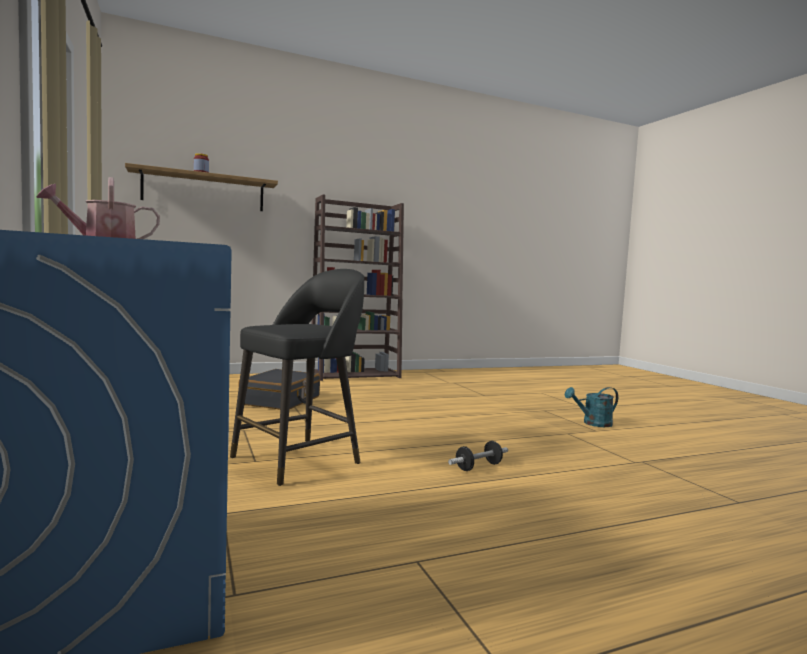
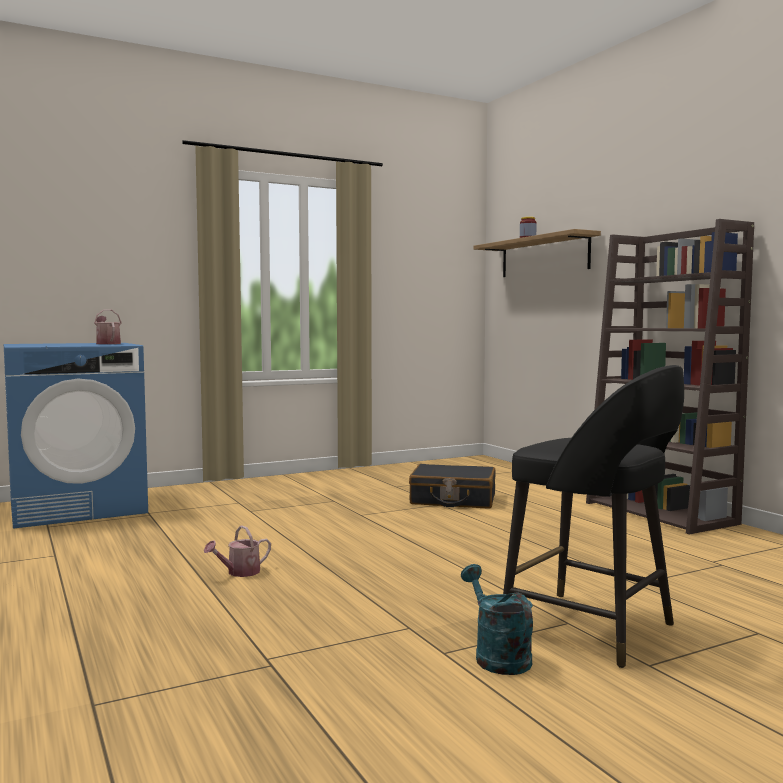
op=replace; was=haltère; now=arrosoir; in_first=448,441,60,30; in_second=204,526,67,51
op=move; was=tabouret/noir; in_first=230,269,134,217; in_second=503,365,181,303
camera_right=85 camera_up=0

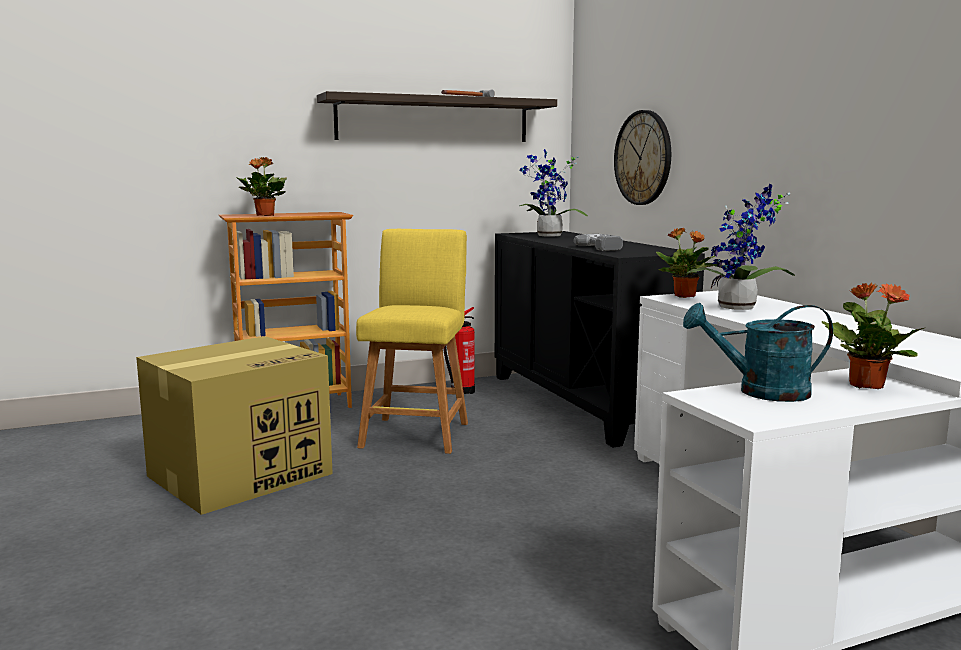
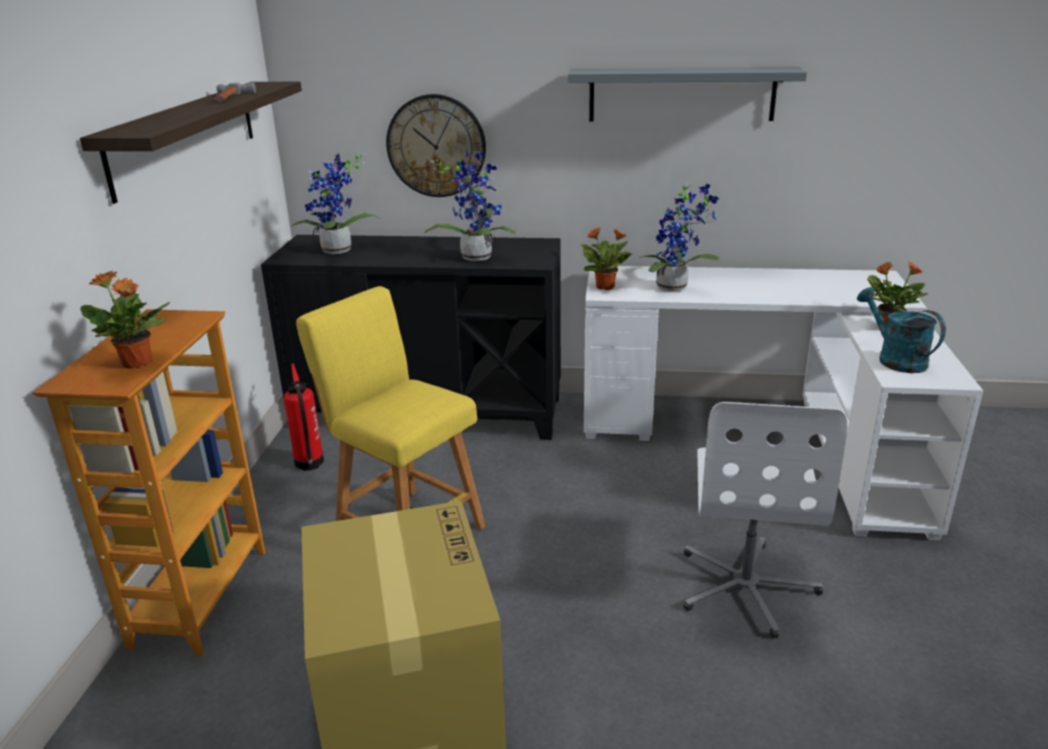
op=replace; was=perceuse; now=plante en pot; in_first=574,234,49,17; in_second=424,147,92,114
op=insert; now=étagère/gris; in_second=568,67,239,54
op=insert; now=chaise de bureau/blanc; in_second=684,402,163,236
op=rotate; was=arrosoir/turquoise; in_first=683,303,150,99; in_second=857,287,89,86; clockwise=120
camera_right=-60 camera_up=15

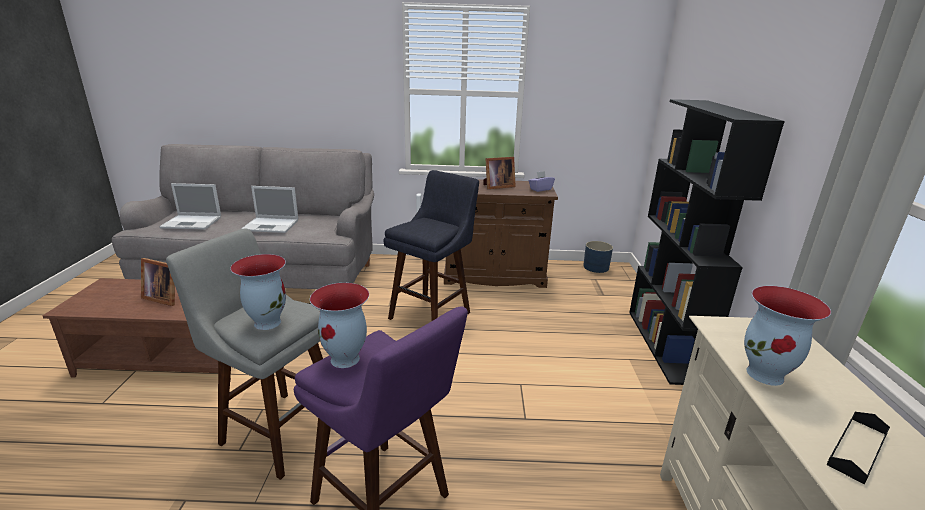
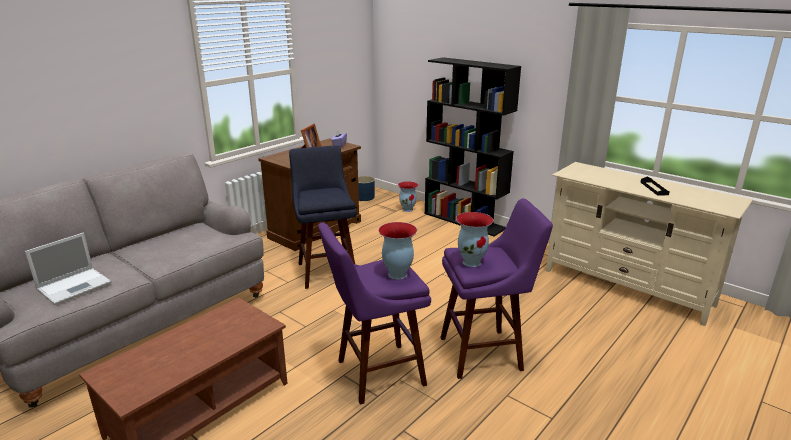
op=recolor; was=tabouret/gris; now=tabouret/violet; in_first=166,228,157,252; in_second=318,222,113,183
op=move; was=vase; in_first=744,286,87,100; in_second=398,181,20,31
op=delete; was=cadre photo; in_first=141,258,34,48
op=delete; was=ordinateur portable; in_first=241,186,57,47
camera_right=-50 camera_up=0

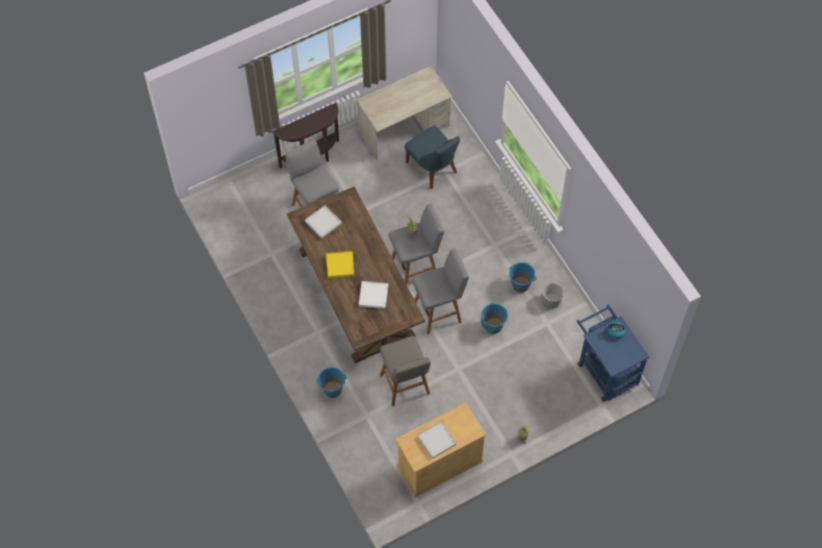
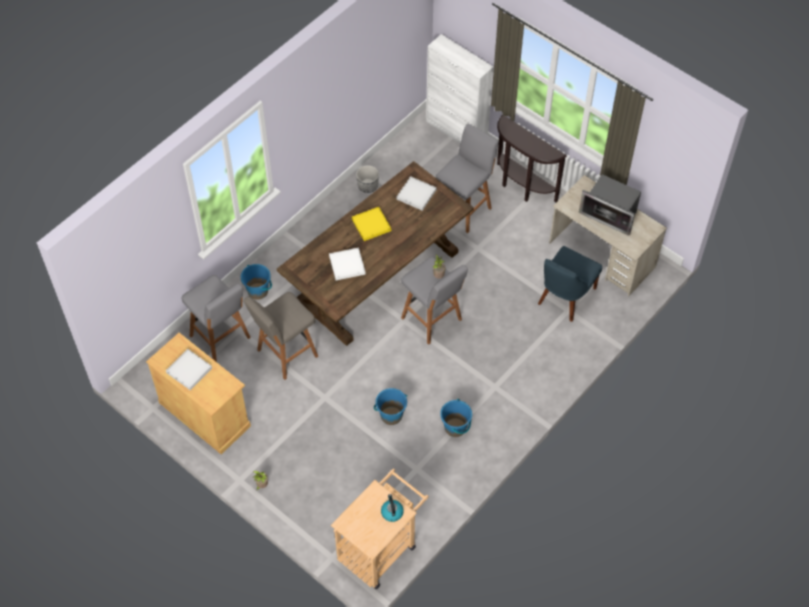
op=move; was=tabouret/gris; in_first=412,248,57,86; in_second=181,275,70,87
op=recolor; was=chariot/bleu; now=chariot/beige; in_first=577,304,73,98; in_second=331,468,98,121
op=move; was=cache-pot; in_first=542,283,22,25; in_second=356,165,23,28
op=insert; now=meuble de rangement/blanc; in_second=426,34,67,109
op=insert; now=micro-ondes; in_second=579,174,62,62
camera_right=70 camera_up=-5

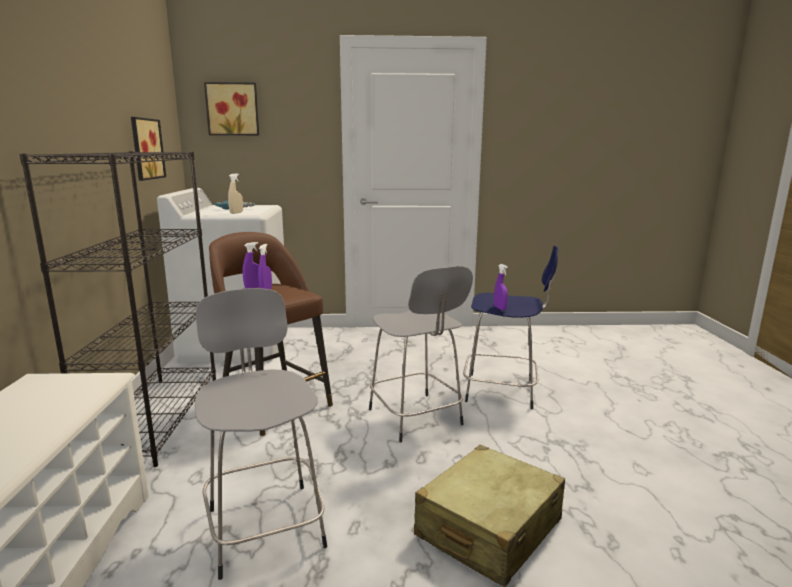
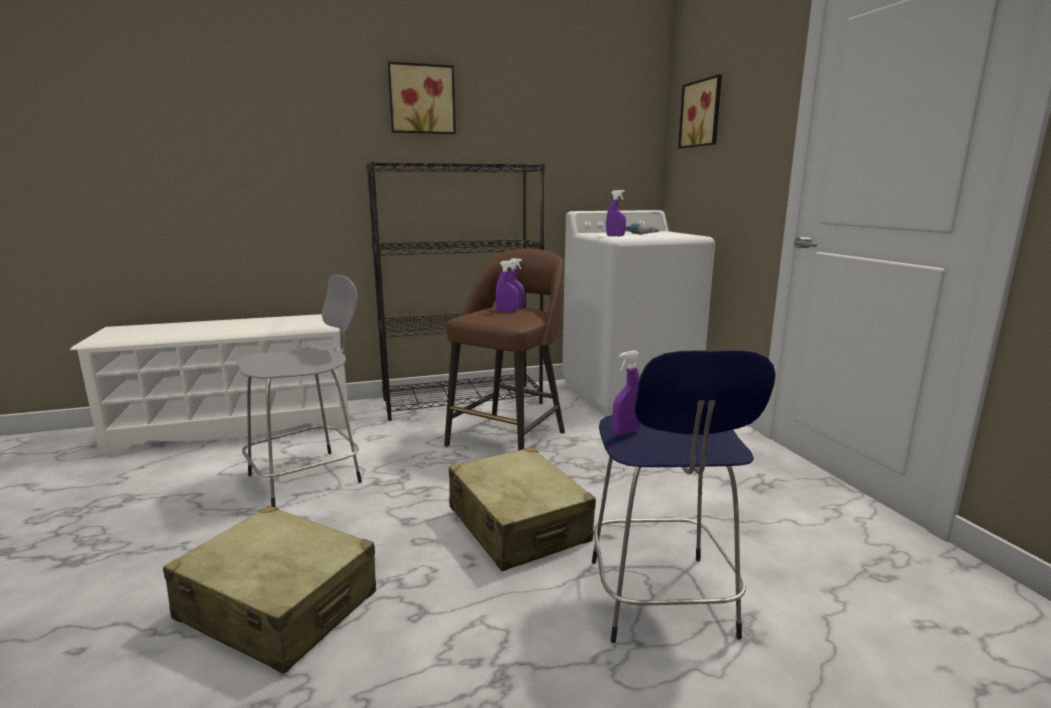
op=move; was=tableau; in_first=131,117,35,64; in_second=388,61,68,73
op=replace; was=tabouret/gris; now=valise/beige; in_first=369,266,104,176; in_second=449,447,147,124
op=recolor; was=vaporisateur/beige; now=vaporisateur/violet; in_first=228,173,15,41; in_second=606,190,20,46
camera_right=75 camera_up=0

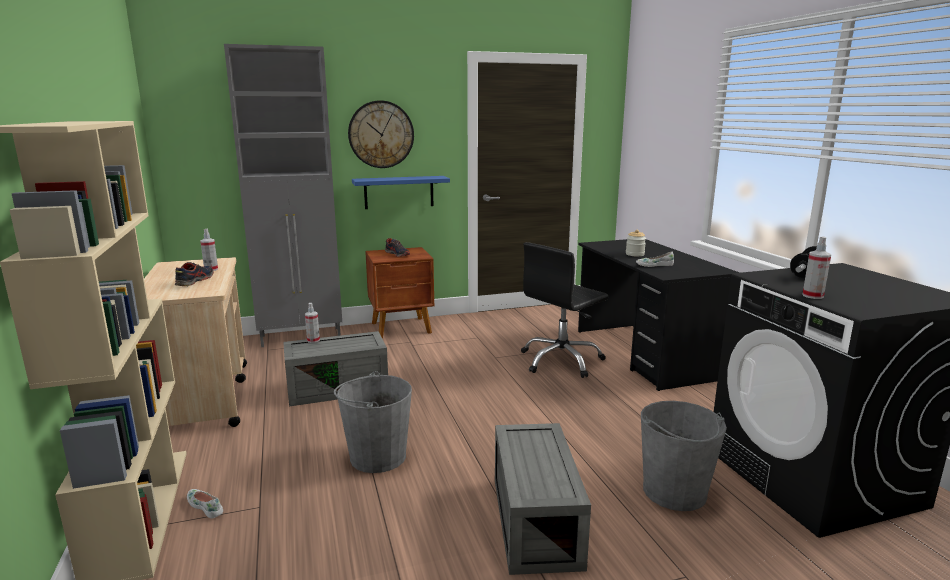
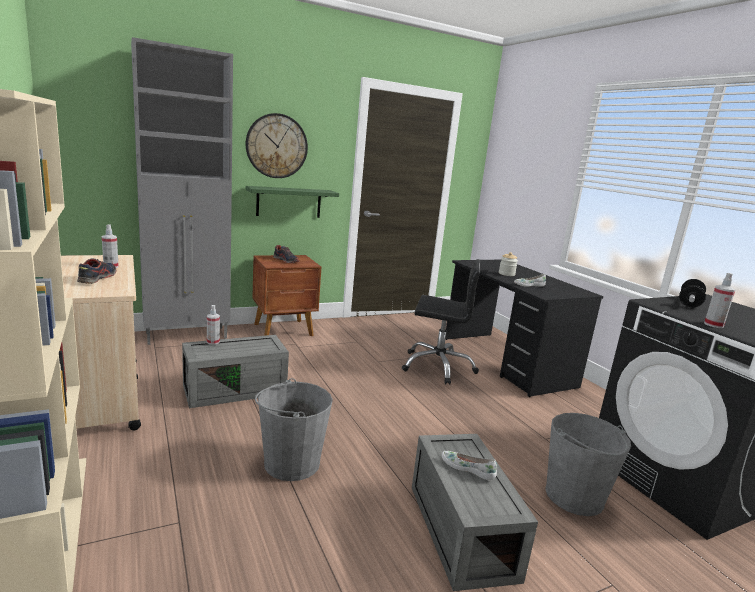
op=recolor; was=étagère/bleu; now=étagère/vert; in_first=352,176,98,33; in_second=246,186,93,32
op=rotate; was=chaise de bureau/noir; in_first=521,242,88,136; in_second=402,259,78,126; clockwise=-120
op=move; was=chaussure/blanc; in_first=187,489,36,30; in_second=442,451,55,29
camera_right=-10 camera_up=0

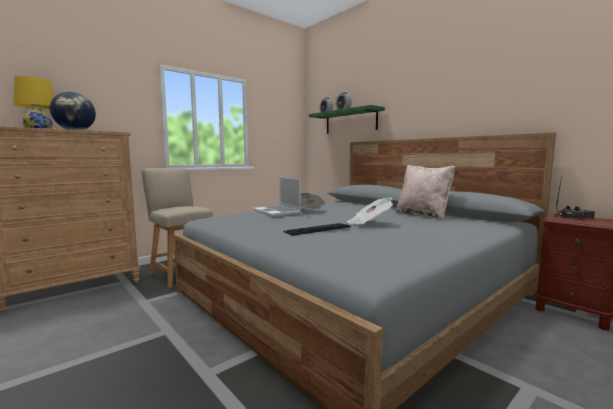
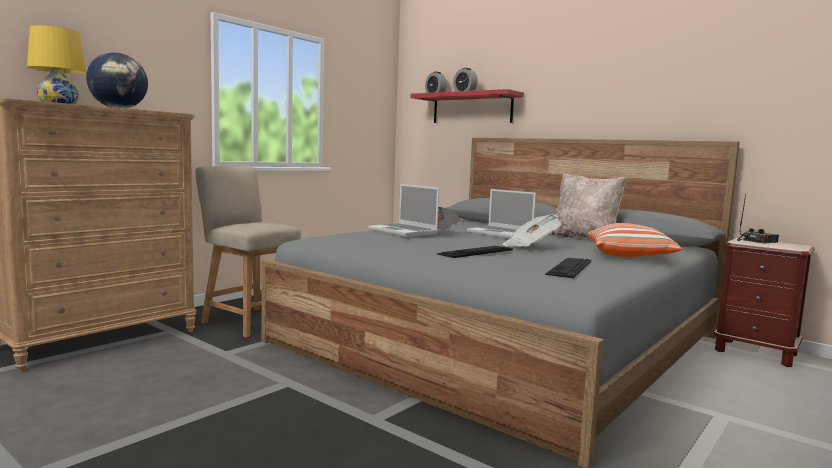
op=recolor; was=étagère/vert; now=étagère/rouge; in_first=309,105,76,29; in_second=410,89,114,34
op=insert; now=ordinateur portable; in_second=467,189,69,50
op=insert; now=clavier; in_second=545,258,46,20
op=insert; now=coussin; in_second=588,223,95,34
camera_right=-10 camera_up=0

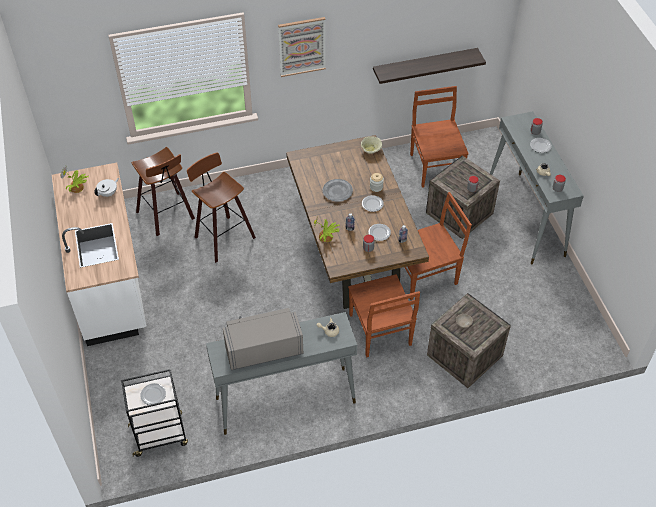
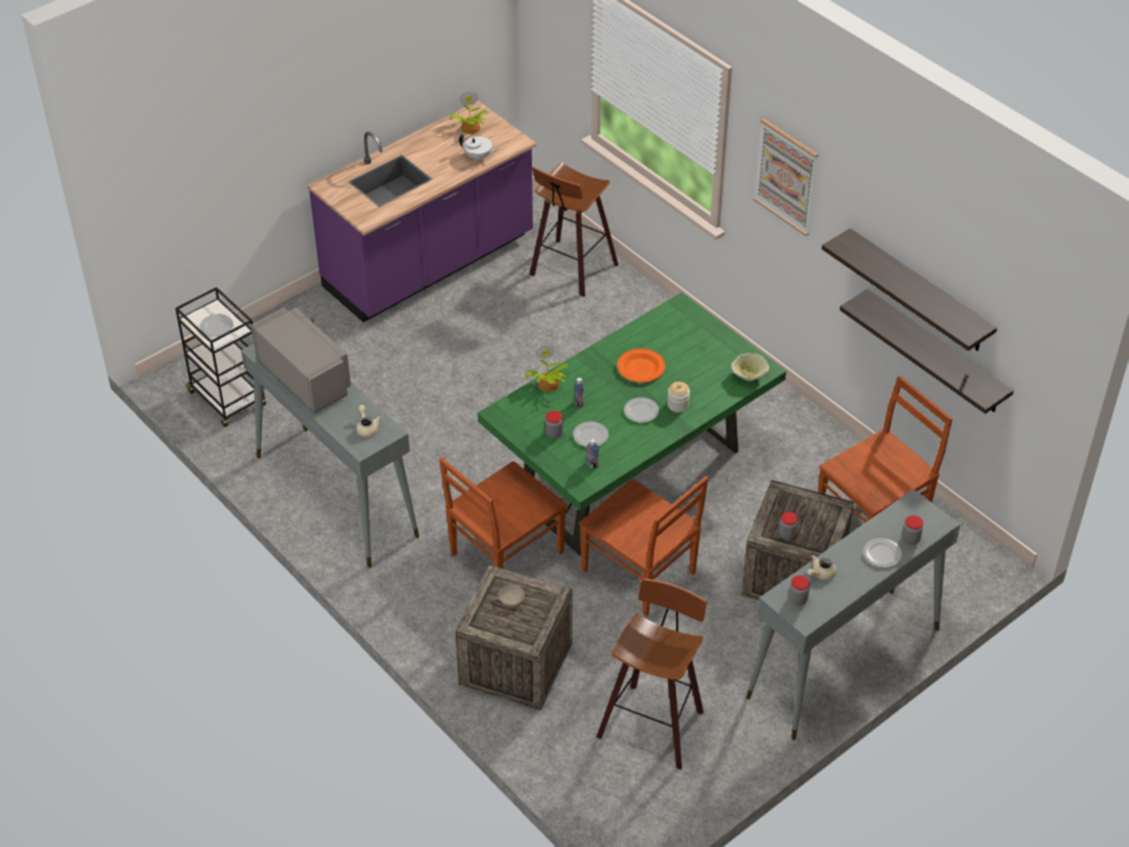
op=recolor; was=comptoir de cuisine/blanc; now=comptoir de cuisine/violet; in_first=52,163,95,183; in_second=308,101,228,222
op=recolor; was=table à manger/marron; now=table à manger/vert; in_first=286,135,143,174; in_second=477,292,309,263
op=move; was=tabouret; in_first=187,152,69,111; in_second=596,579,111,191
op=recolor; was=assiette/gris; now=assiette/orange; in_first=323,179,30,23; in_second=617,349,48,34
op=insert; now=étagère; in_second=822,228,175,123
camera_right=65 camera_up=-5

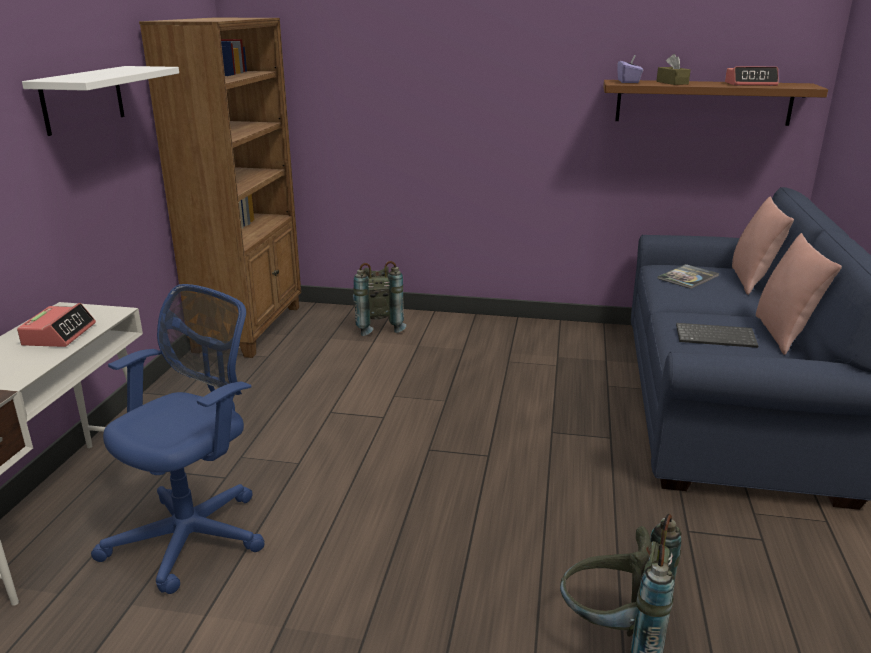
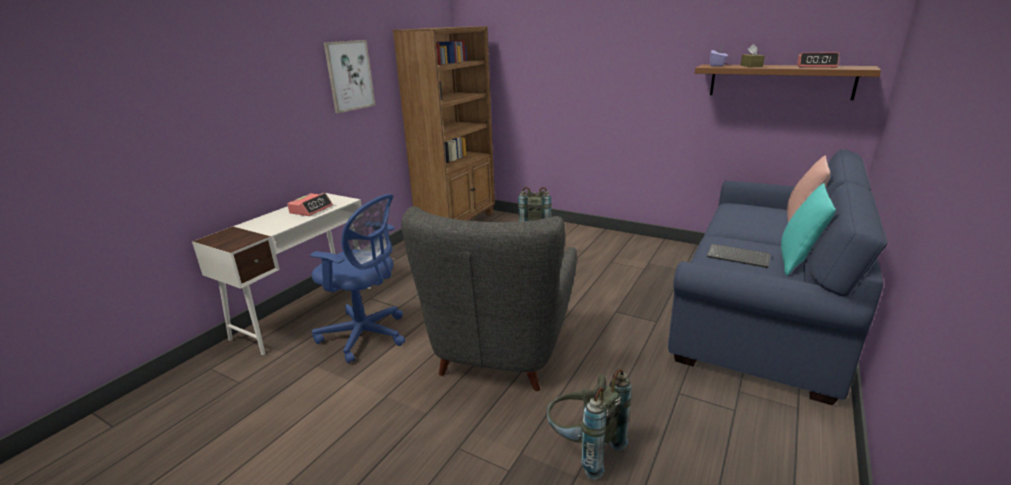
op=rotate; was=chaise de bureau/bleu; in_first=91,284,174,310; in_second=310,194,95,170; clockwise=60
op=replace; was=étagère/blanc; now=tableau; in_first=22,66,157,70; in_second=324,40,51,73
op=insert; now=fauteuil/gris; in_second=401,206,176,185
op=recolor; was=coussin/rose; now=coussin/turquoise; in_first=756,233,86,122; in_second=781,183,55,93
op=delete; was=livre; in_first=658,264,61,25
camera_right=20 camera_up=0

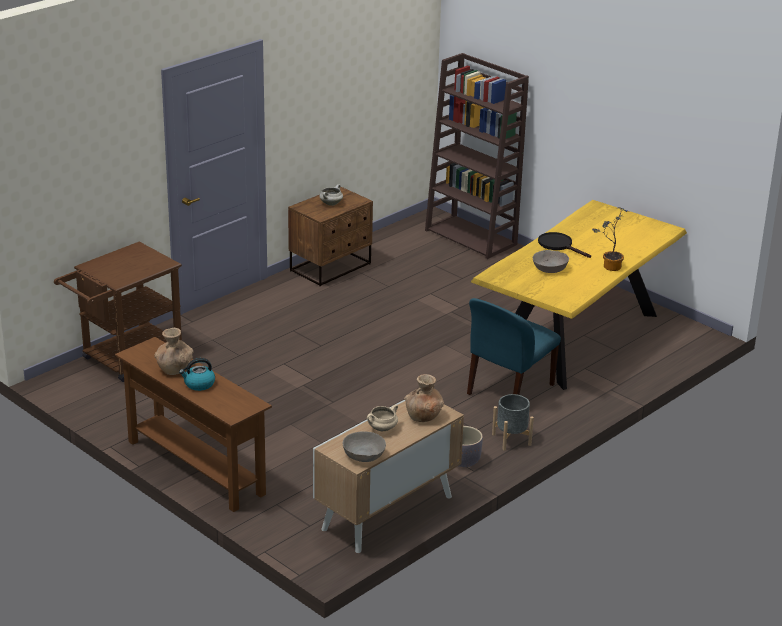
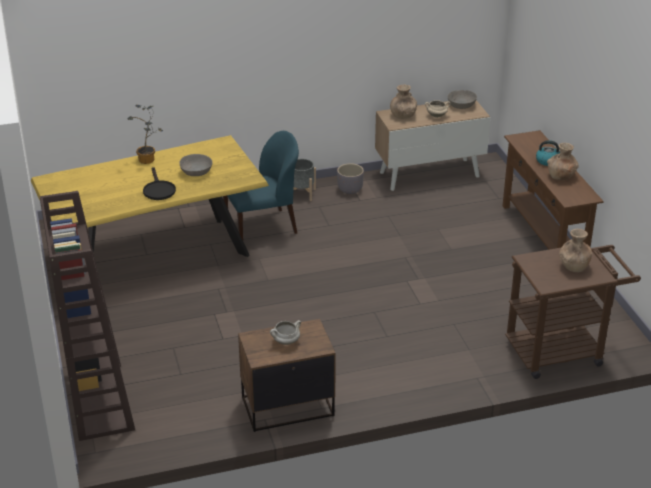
op=insert; now=vase/marron; in_second=559,228,33,44
camera_right=-150 camera_up=5

